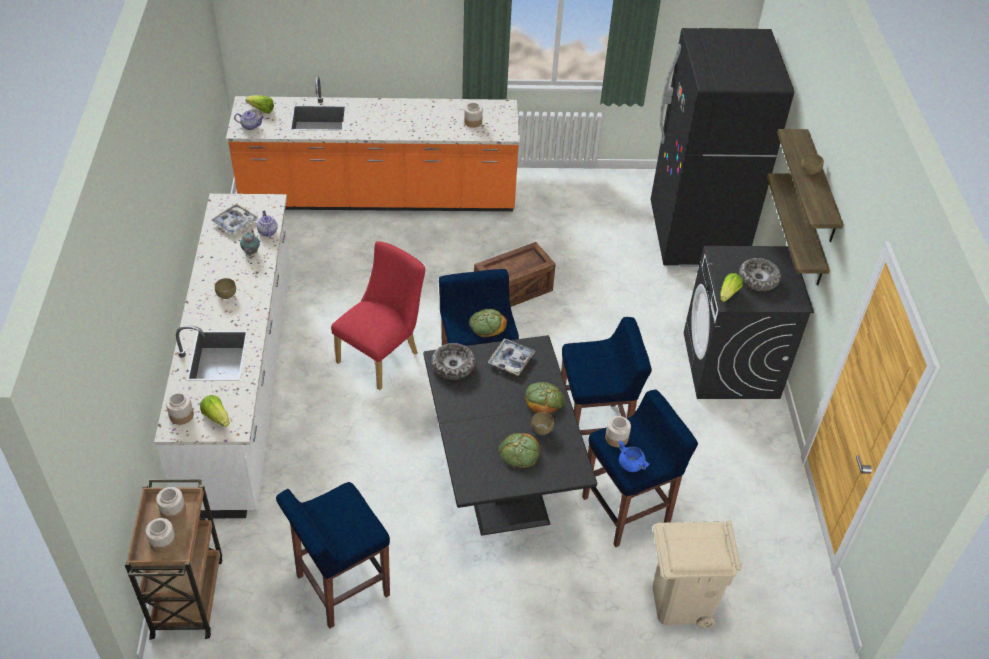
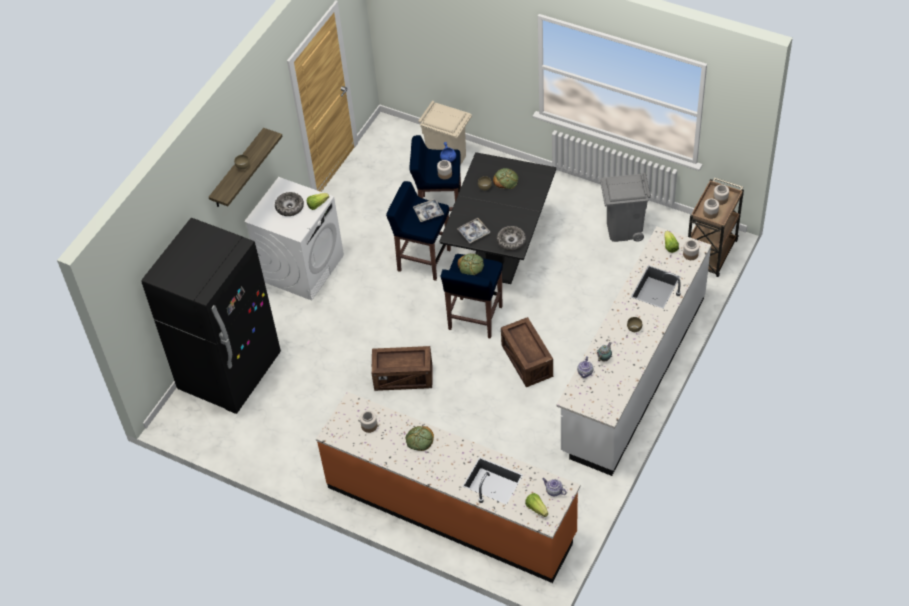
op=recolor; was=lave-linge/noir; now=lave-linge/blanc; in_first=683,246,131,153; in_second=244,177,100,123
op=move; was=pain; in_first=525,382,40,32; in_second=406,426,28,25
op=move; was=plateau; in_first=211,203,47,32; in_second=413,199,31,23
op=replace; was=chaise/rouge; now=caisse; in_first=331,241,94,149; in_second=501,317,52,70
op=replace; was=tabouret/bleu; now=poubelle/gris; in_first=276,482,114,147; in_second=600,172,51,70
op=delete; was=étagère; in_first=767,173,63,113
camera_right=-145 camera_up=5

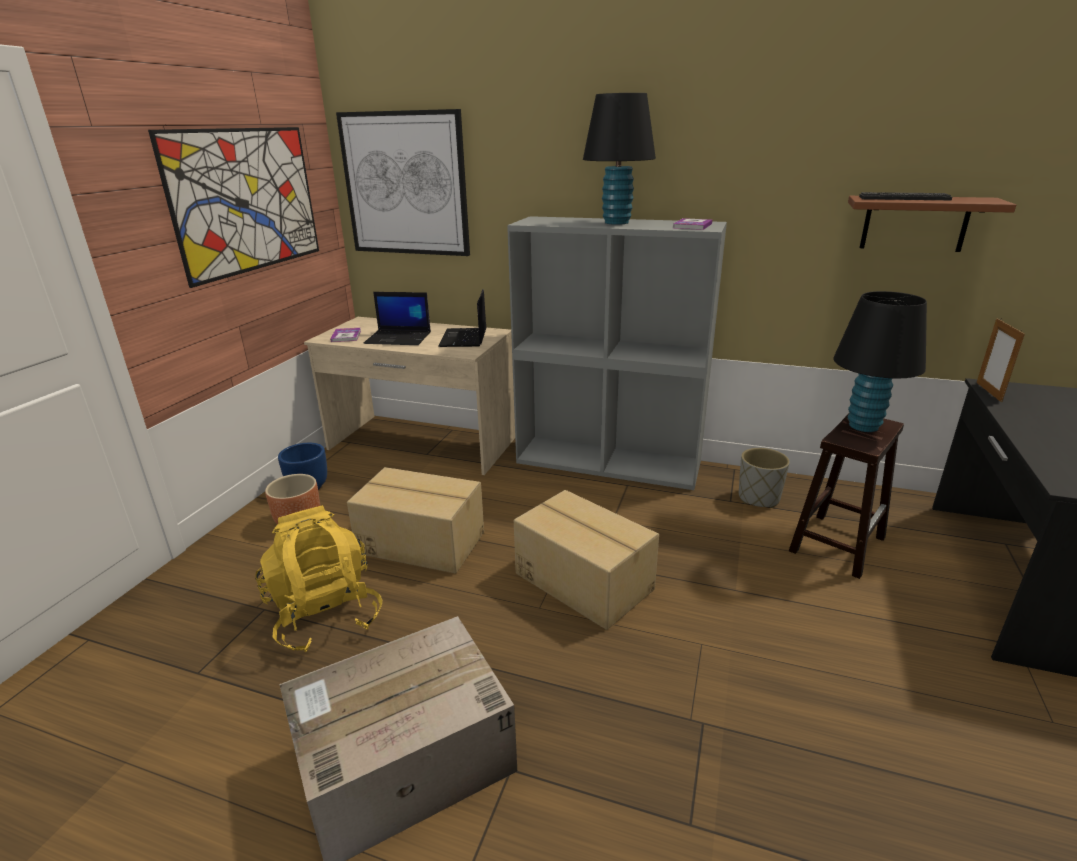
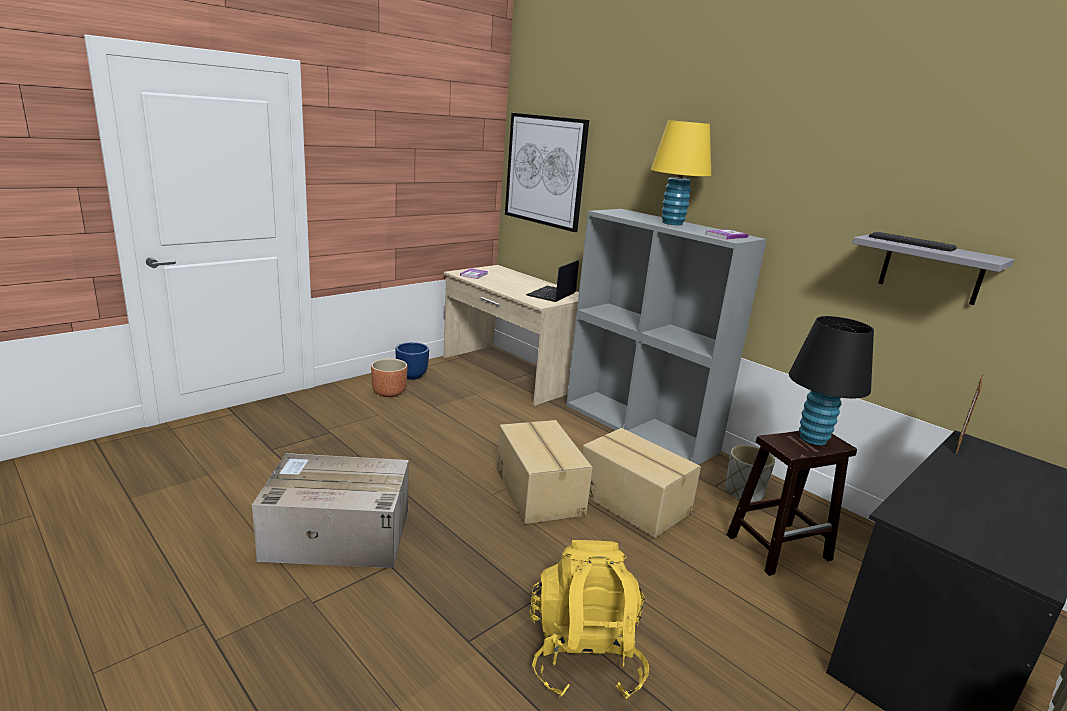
op=move; was=sac à dos/jaune; in_first=255,505,127,148; in_second=530,540,119,159
op=move; was=carton; in_first=347,467,137,107; in_second=582,428,119,110
op=recolor; was=lampe de table/noir; now=lampe de table/jaune; in_first=583,93,73,132; in_second=651,120,60,105
op=recolor; was=étagère/marron; now=étagère/gris; in_first=848,196,168,56; in_second=852,235,162,70
op=delete; was=tableau; in_first=148,127,171,161
op=delete; was=ordinateur portable; in_first=364,292,67,53
camera_right=25 camera_up=-5

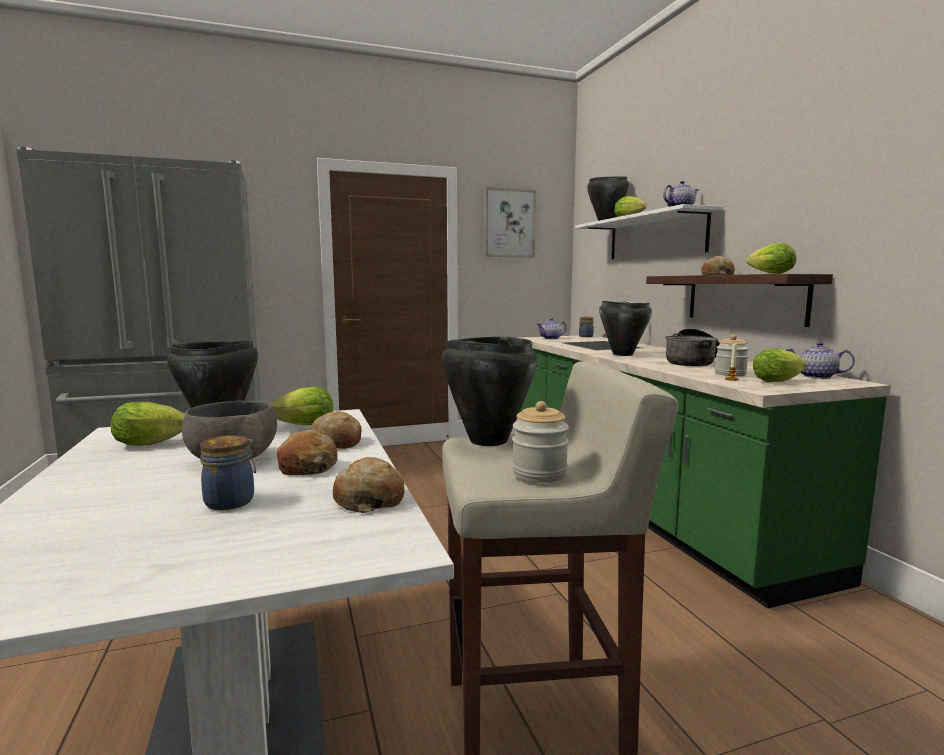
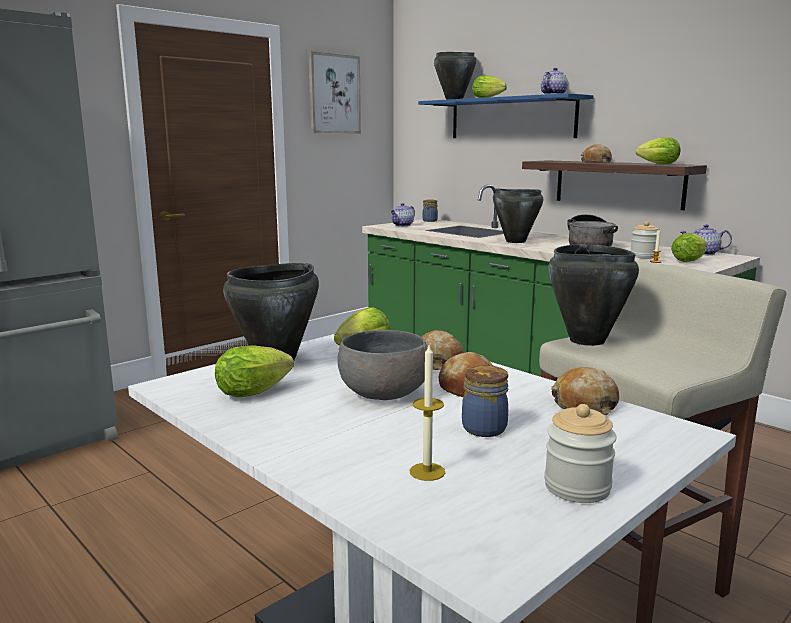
op=insert; now=bougie; in_second=410,345,35,136
op=recolor; was=étagère/blanc; now=étagère/bleu; in_first=575,204,148,55; in_second=418,93,176,45
op=move; was=bocal; in_first=512,401,57,82; in_second=544,404,73,99
camera_right=-25 camera_up=5

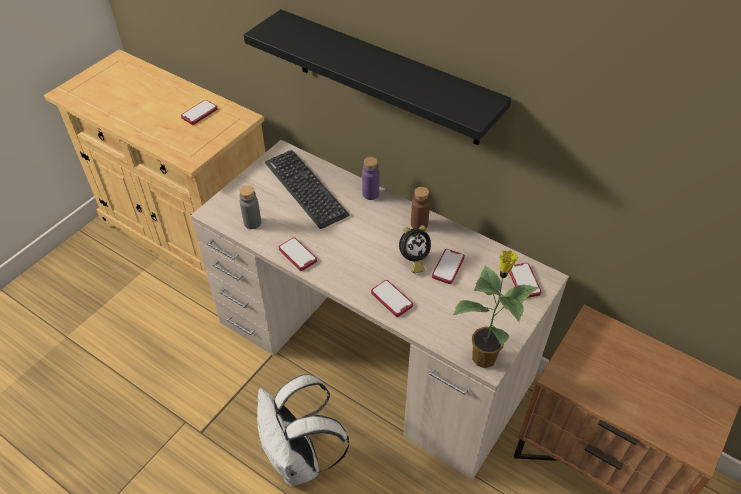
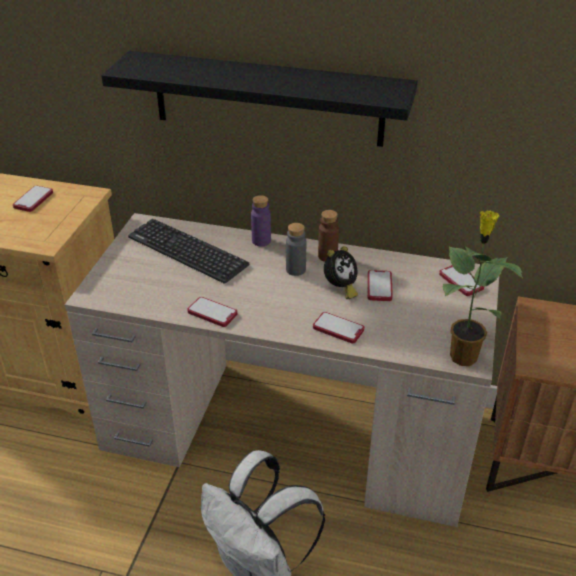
op=move; was=bouteille/gris; in_first=239,185,22,44; in_second=286,223,20,53
camera_right=-20 camera_up=-10

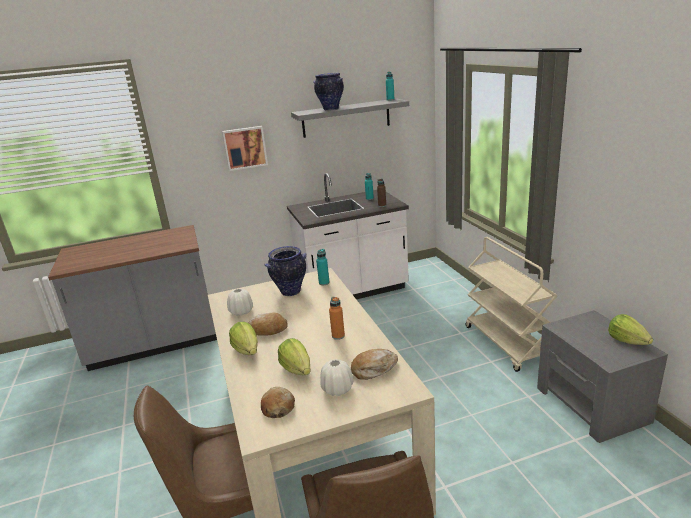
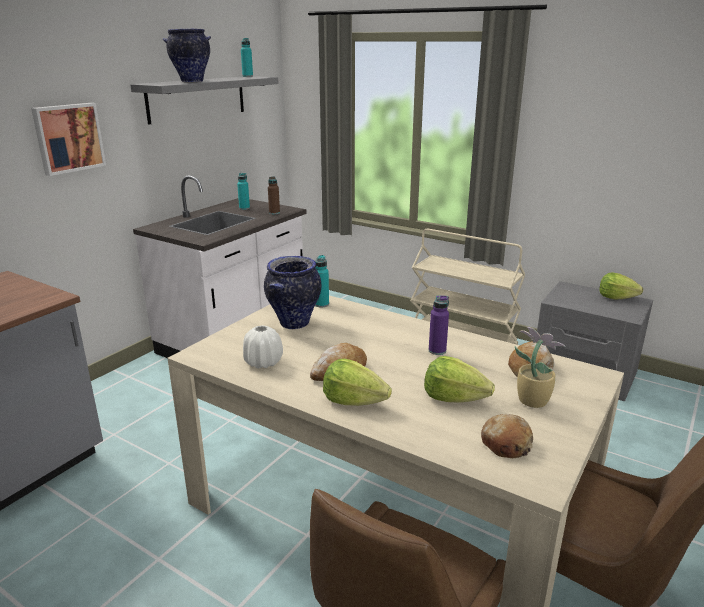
op=recolor; was=bouteille/orange; now=bouteille/violet; in_first=329,297,16,43; in_second=429,295,20,60
op=replace; was=vase/blanc; now=plante en pot; in_first=320,359,33,37; in_second=515,327,51,81
camera_right=-40 camera_up=0

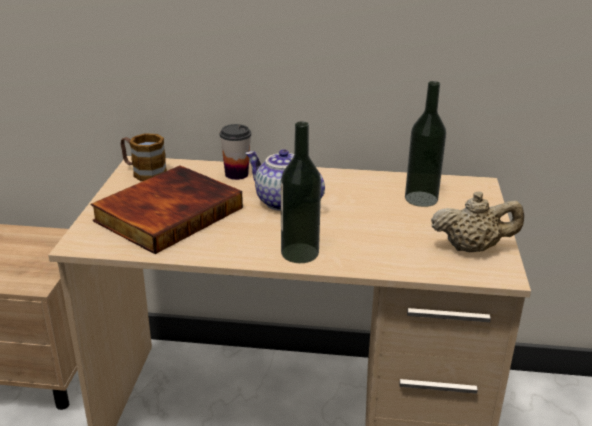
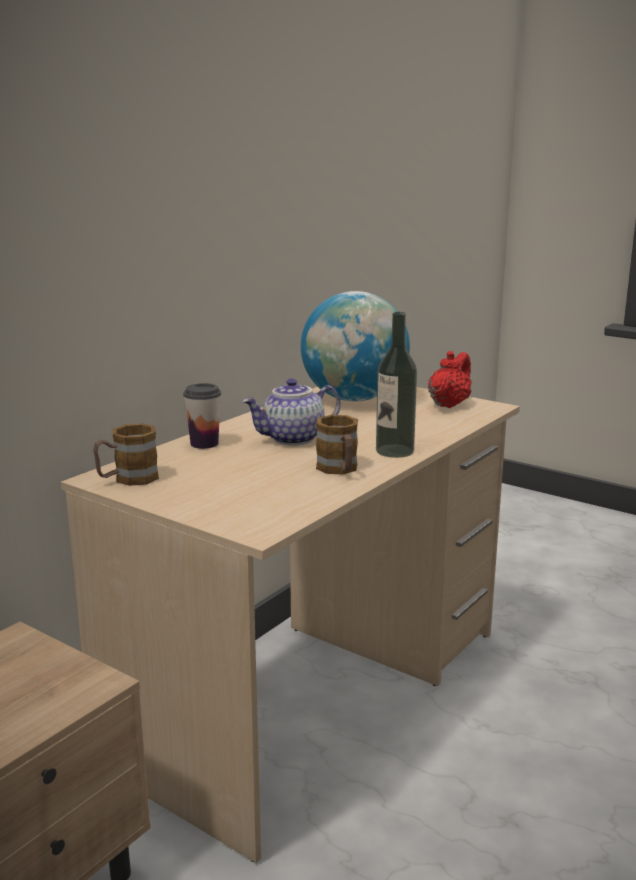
op=replace; was=bouteille; now=globe; in_first=405,81,41,126; in_second=301,291,109,111
op=insert; now=mug; in_second=316,415,42,59
op=recolor; was=théière/beige; now=théière/rouge; in_first=431,192,93,60; in_second=428,351,44,57
op=delete; was=livre; in_first=91,165,152,89
camera_right=-60 camera_up=-10

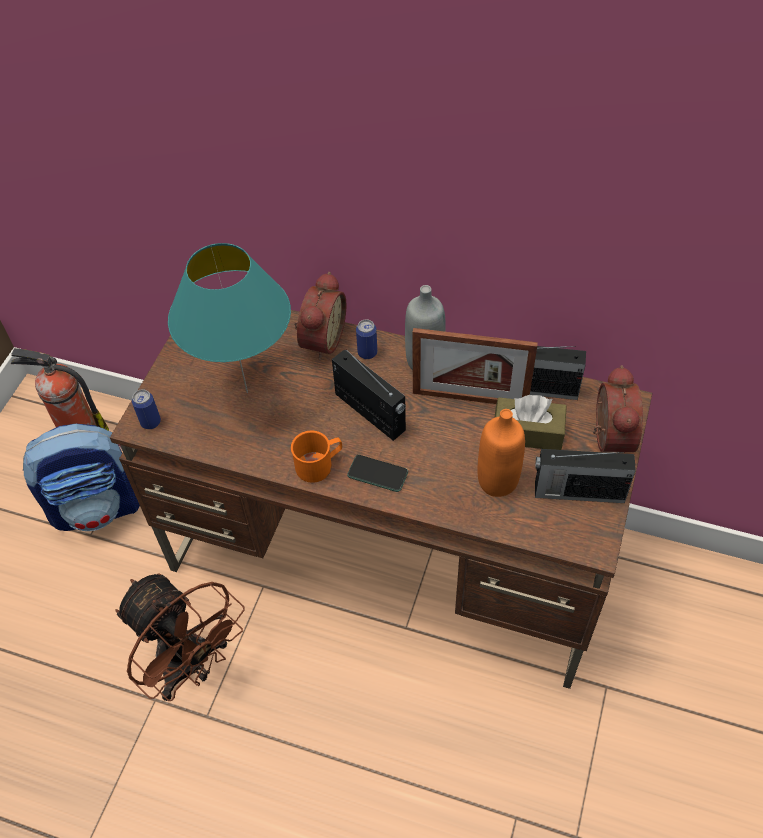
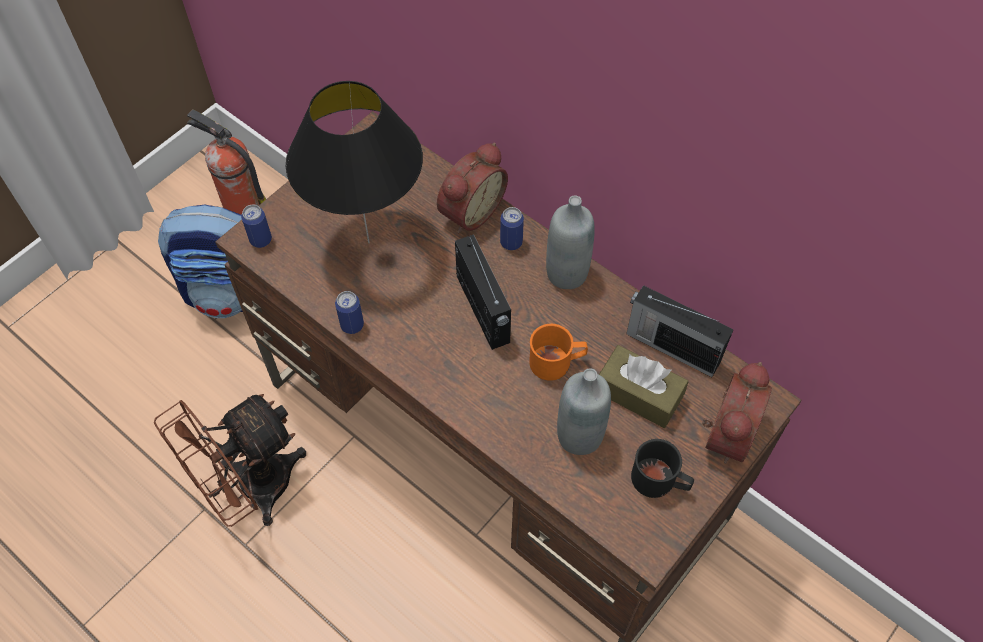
op=rotate; was=ventilateur/marron; in_first=116,573,129,128; in_second=154,394,152,133; clockwise=75
op=recolor; was=lampe de table/turquoise; now=lampe de table/noir; in_first=168,243,123,151; in_second=286,81,137,162
op=insert; now=boîte métallique; in_second=335,291,29,43
op=move; was=mug/orange; in_first=291,431,51,52; in_second=529,324,59,57
op=recolor; was=bouteille/orange; now=bouteille/gris; in_first=478,409,47,88; in_second=557,369,54,86
op=replace; was=radio; now=mug/noir; in_first=535,449,101,54; in_second=631,439,63,59
op=delete; was=téléphone; in_first=347,455,61,37
op=delete; was=cadre photo; in_first=413,328,125,76
camera_right=20 camera_up=5

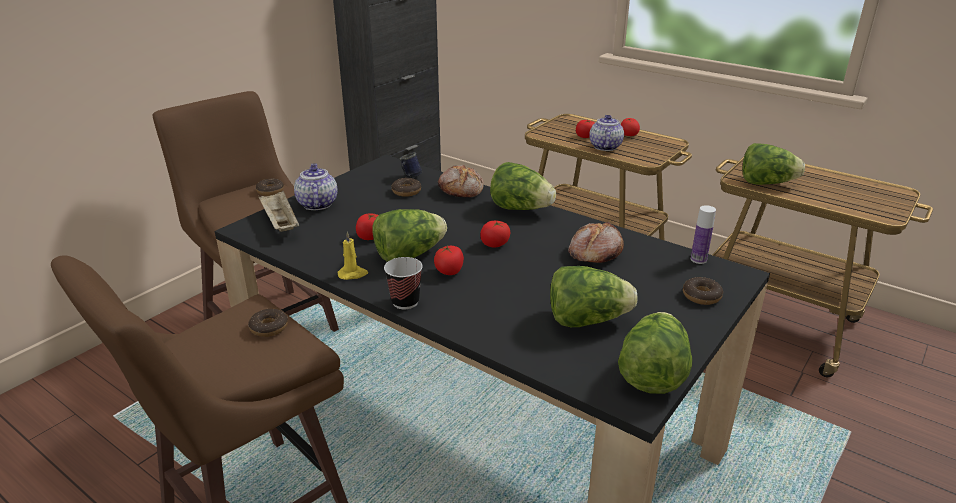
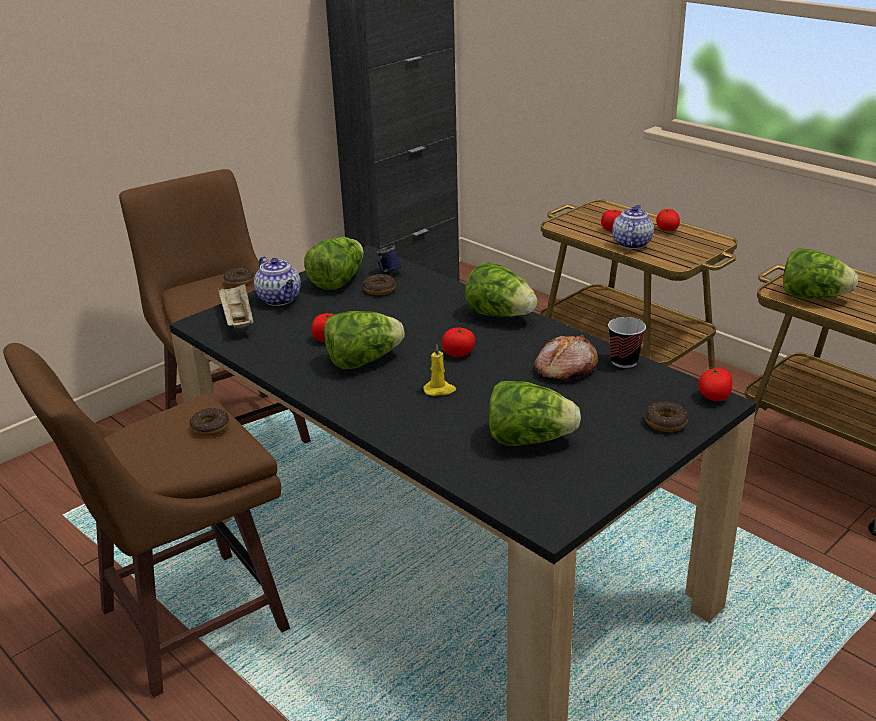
op=rotate; was=théière; in_first=294,164,44,46; in_second=254,256,47,50; clockwise=150
op=move; was=laitue; in_first=618,312,74,82; in_second=304,237,60,53
op=move; was=bougie/jaune; in_first=338,231,30,49; in_second=423,345,33,51
op=move; was=tasse; in_first=384,257,39,52; in_second=608,317,38,51
op=move; was=tomate; in_first=434,245,30,30; in_second=699,368,33,33
op=delete; was=pain; in_first=438,165,46,32
op=delete; was=bouteille; in_first=691,205,25,59
camera_right=10 camera_up=0

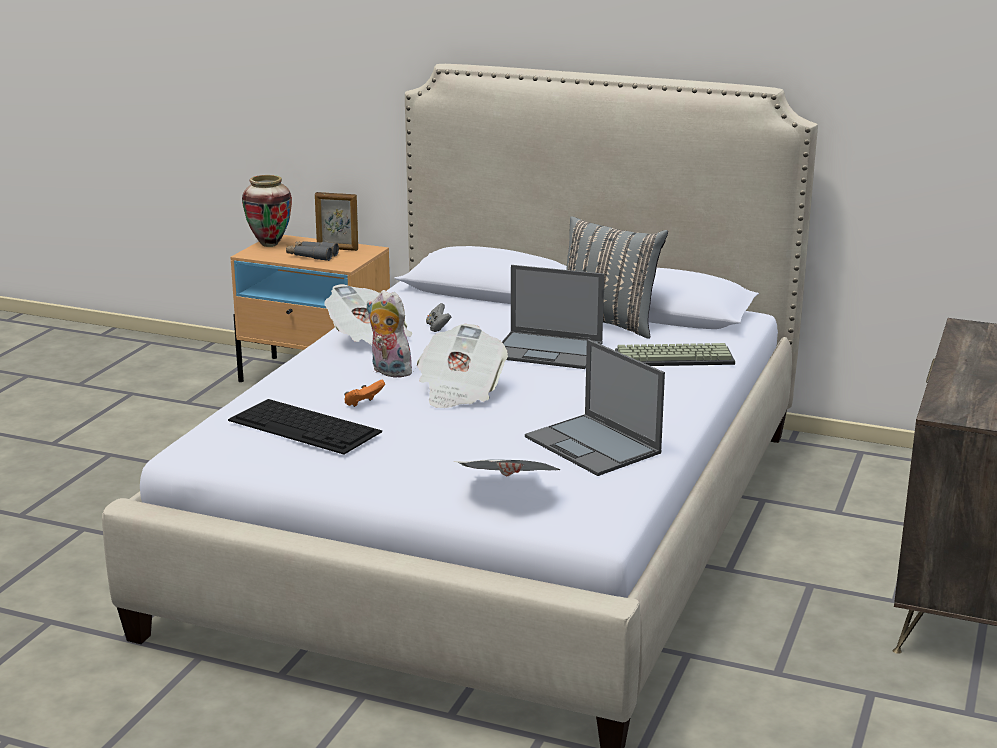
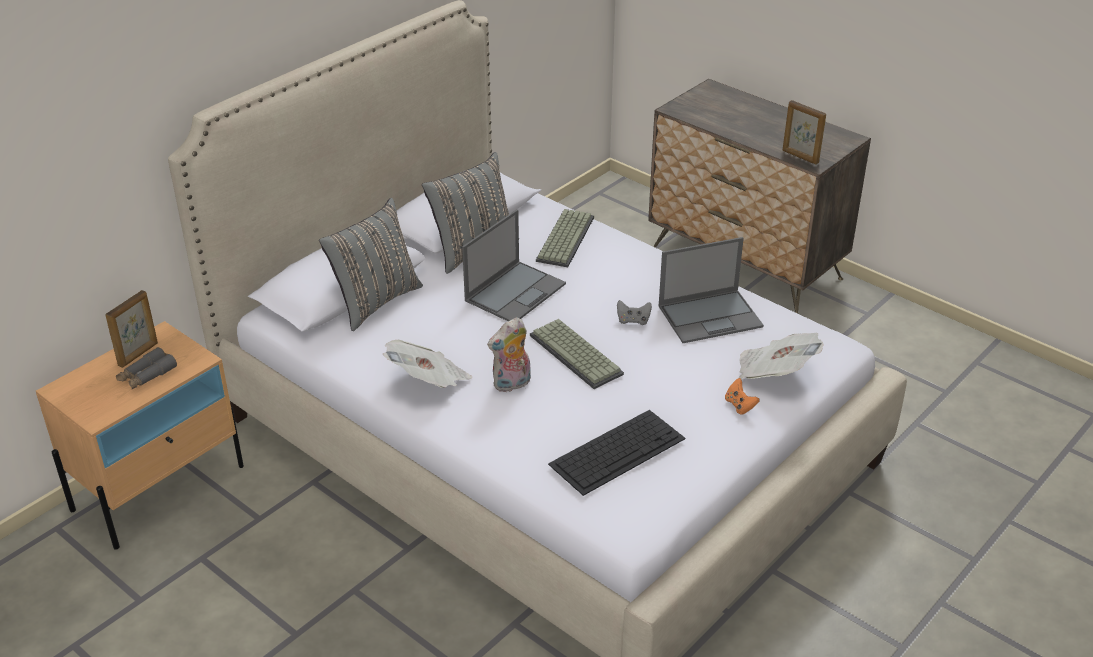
op=insert; now=coussin/gris; in_second=319,198,104,133
op=replace; was=journal; now=clavier; in_first=417,324,91,84; in_second=530,319,94,70
op=move; was=manette/gris; in_first=426,303,25,29; in_second=617,300,35,25
op=move; was=manette/orange; in_first=344,379,41,28; in_second=725,378,35,36
op=insert; now=cadre photo; in_second=782,100,44,64
op=delete; was=vase; in_first=242,175,50,72
camera_right=-70 camera_up=15

